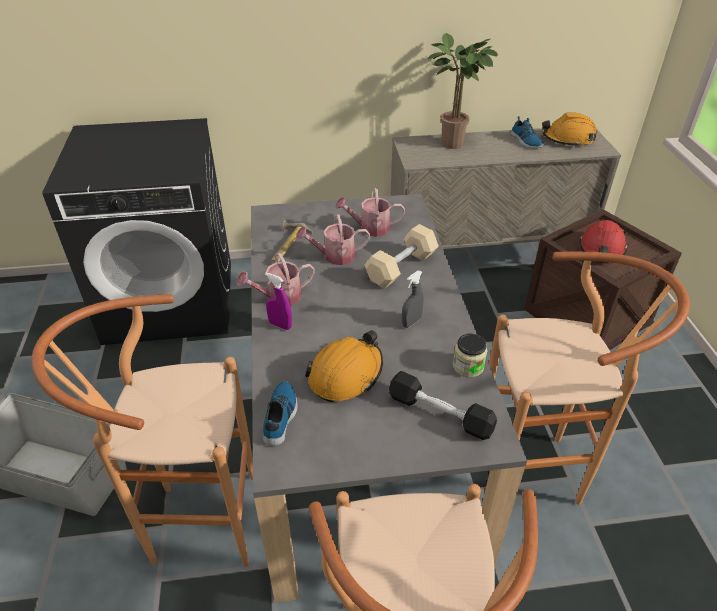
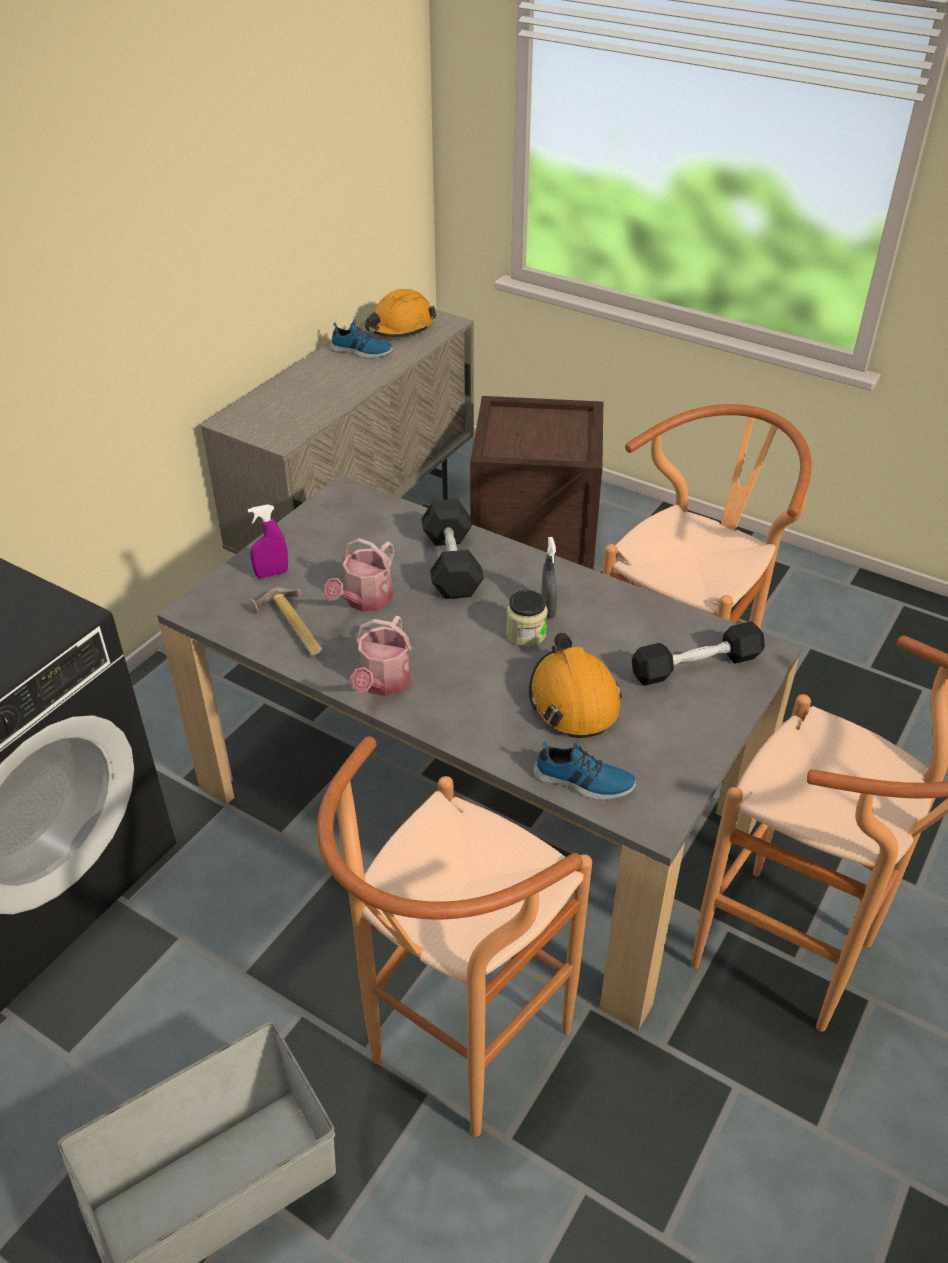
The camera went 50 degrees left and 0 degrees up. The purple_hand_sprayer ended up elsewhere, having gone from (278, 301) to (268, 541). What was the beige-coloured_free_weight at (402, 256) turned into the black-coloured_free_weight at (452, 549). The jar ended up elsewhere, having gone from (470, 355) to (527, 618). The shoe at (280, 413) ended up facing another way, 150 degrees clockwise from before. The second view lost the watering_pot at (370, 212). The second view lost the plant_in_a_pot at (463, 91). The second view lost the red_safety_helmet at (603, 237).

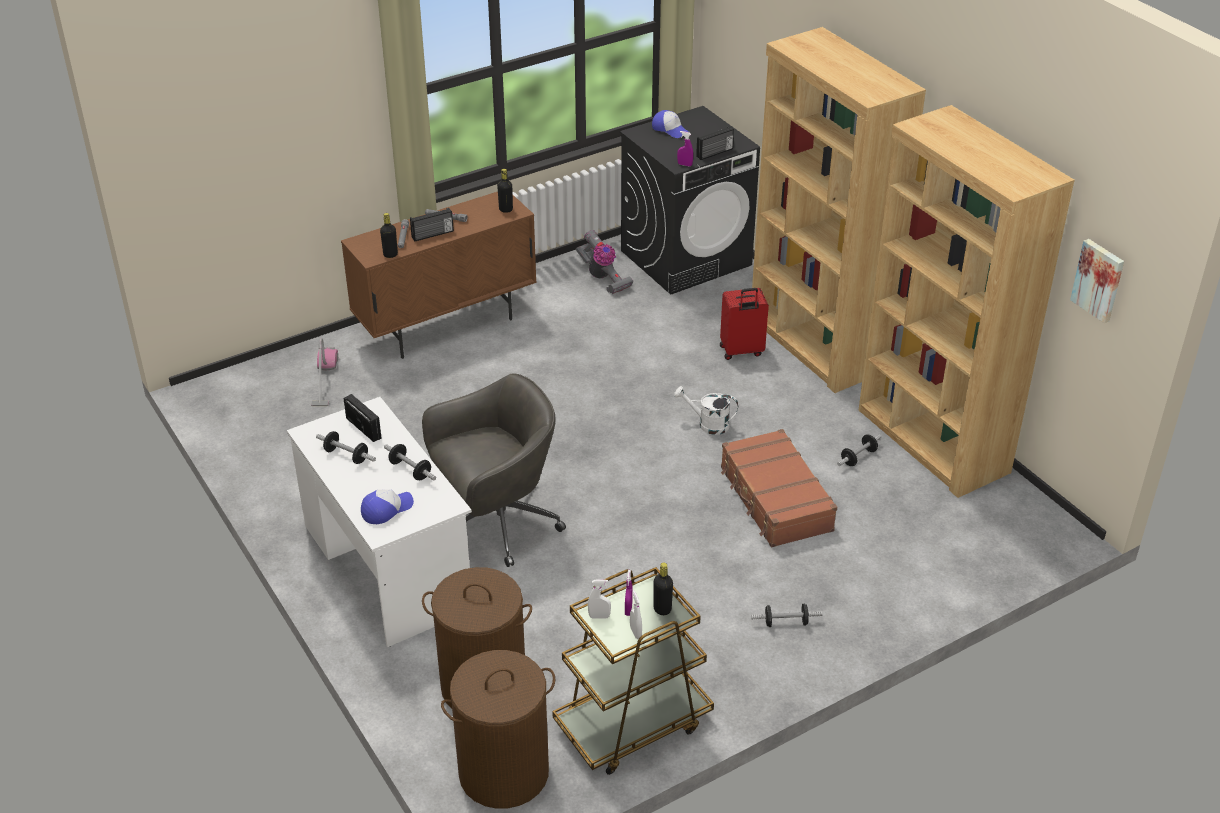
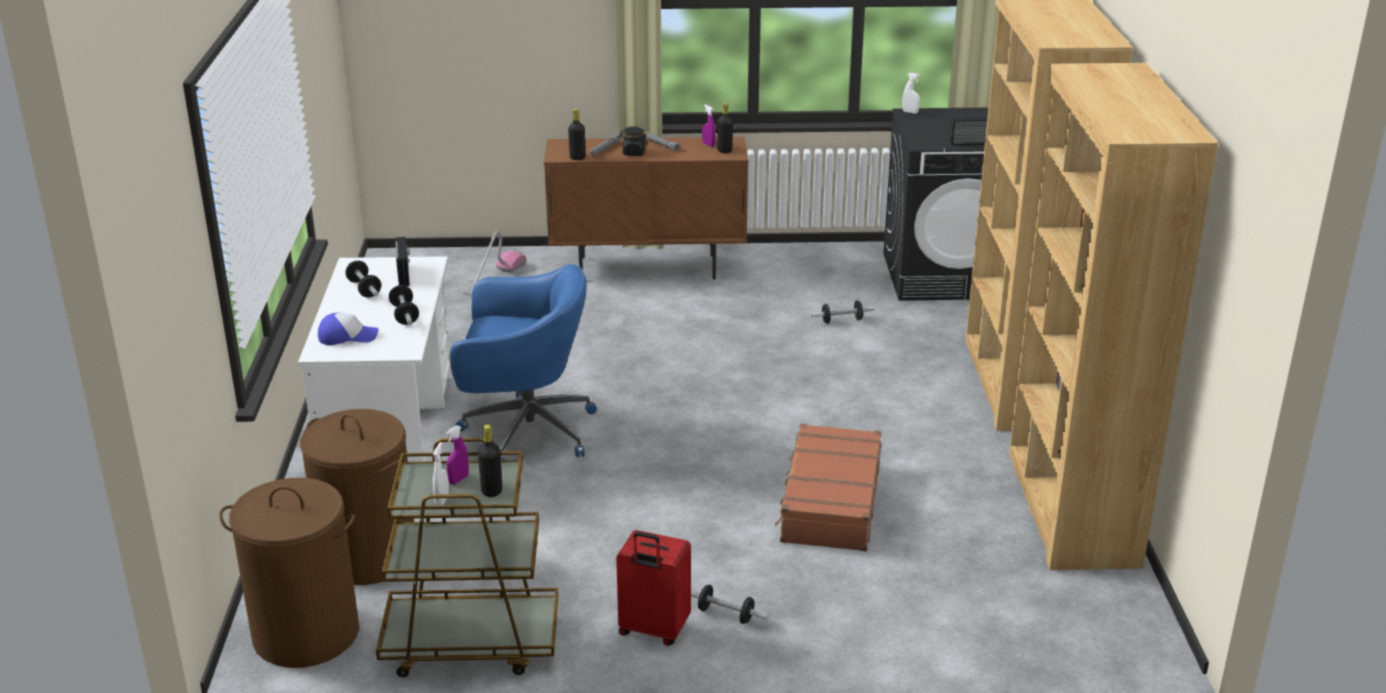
The camera went 30 degrees right and 10 degrees down. What was the grey_desk_chair at (494, 470) turned into the blue-coloured_desk_chair at (523, 362). The red_travel_case ended up elsewhere, having gone from (744, 324) to (653, 588). Where the radio_set stood at (432, 224), the black-coloured_jar came to stand at (633, 141). The purple_hand_sprayer ended up elsewhere, having gone from (685, 148) to (709, 126). The free_weight ended up elsewhere, having gone from (859, 450) to (842, 312). The whitish_hand_sprayer ended up elsewhere, having gone from (599, 599) to (911, 93). The second view lost the vacuum at (604, 262). The second view lost the peaked_cap at (670, 124). The second view lost the whitish_watering_pot at (706, 410). The second view lost the wall_picture at (1097, 281).

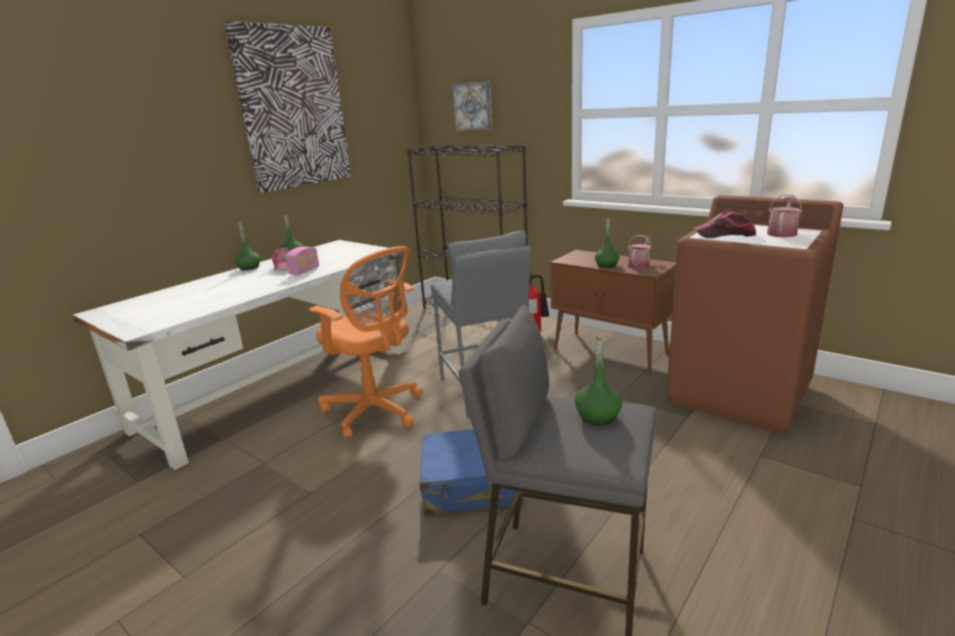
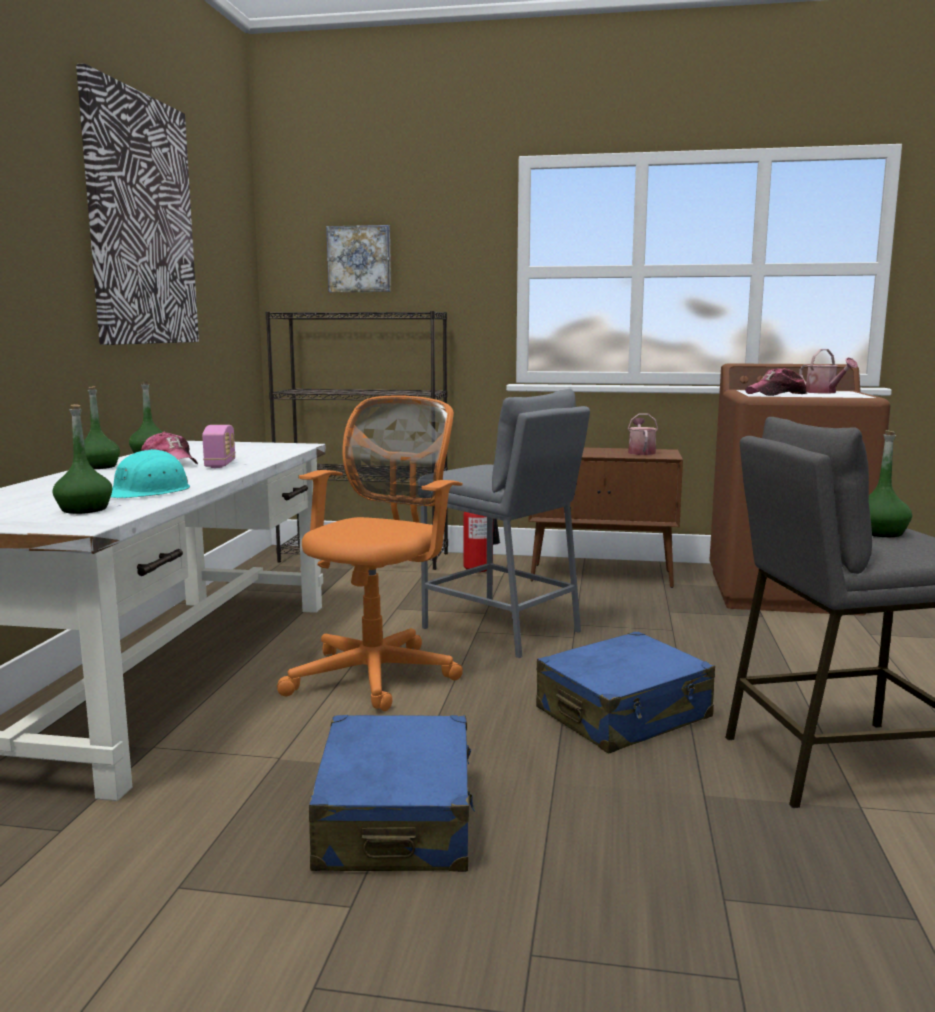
The camera went 30 degrees left and 10 degrees down. The green-coloured_beverage_bottle ended up elsewhere, having gone from (607, 243) to (82, 459). The second view gained the turquoise-coloured_safety_helmet at (150, 473). The orangey_desk_chair at (366, 342) ended up facing another way, 75 degrees counterclockwise from before. The second view gained the blue-coloured_travel_case at (392, 793). The watering_pot at (785, 216) ended up facing another way, 150 degrees clockwise from before.

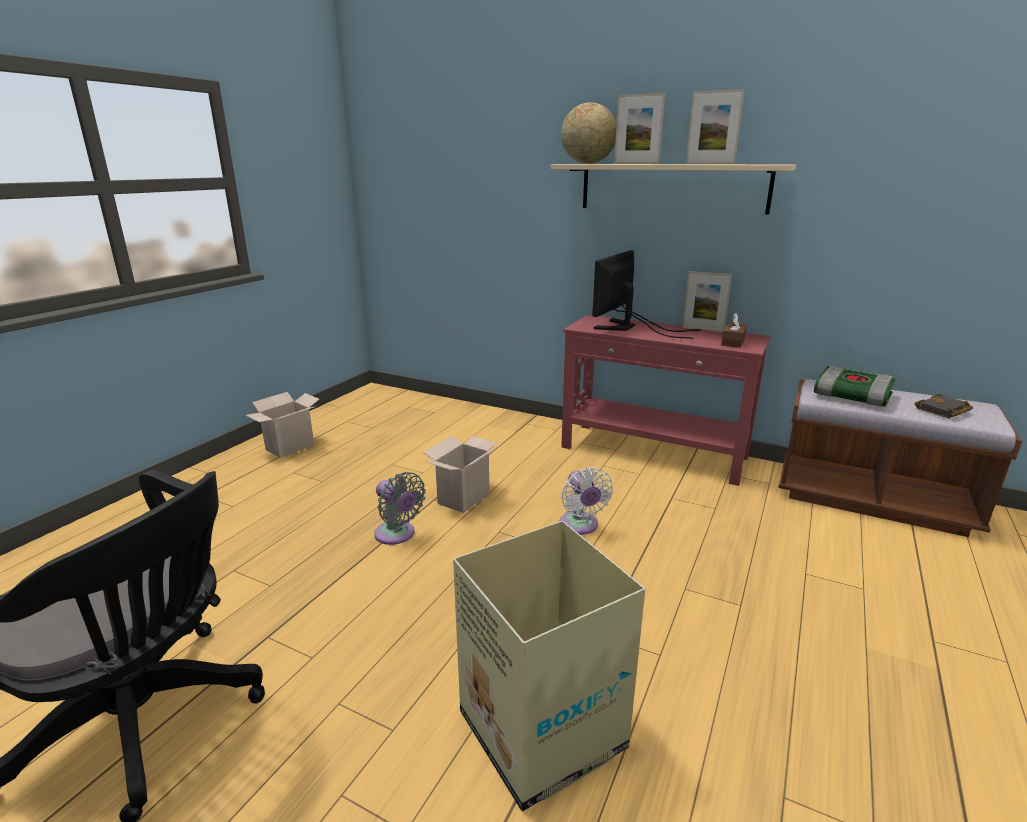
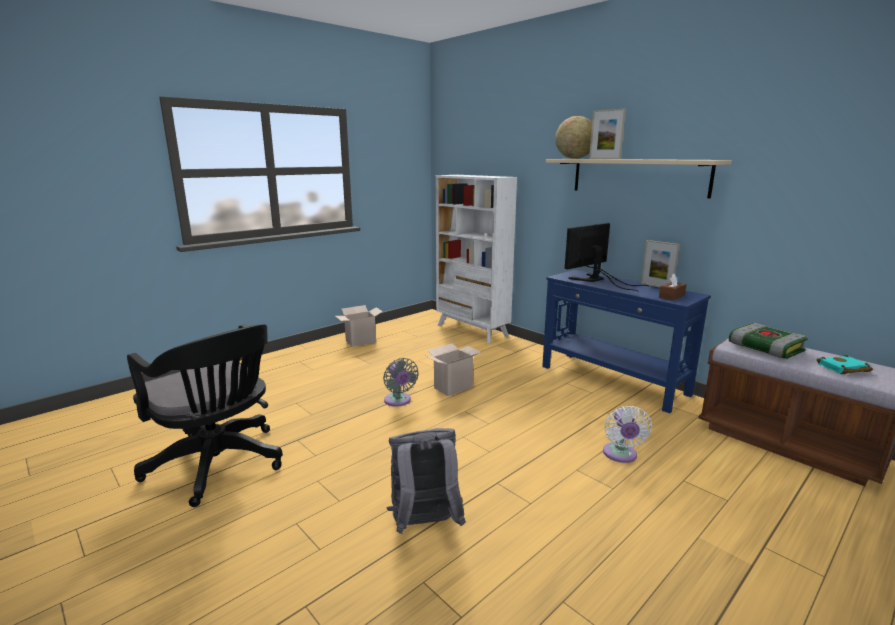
The camera went 20 degrees right and 5 degrees down. Where the cardboard_box stood at (549, 666), the grey_backpack came to stand at (426, 481). The second view gained the whitish_shelving_unit at (476, 259). What was the red_console_table at (665, 400) turned into the blue-coloured_console_table at (626, 341). The whitish_electric_fan ended up elsewhere, having gone from (586, 501) to (627, 434). What was the black-coloured_volume at (943, 406) turned into the turquoise-coloured_volume at (844, 364). The second view lost the picture_frame at (715, 126).

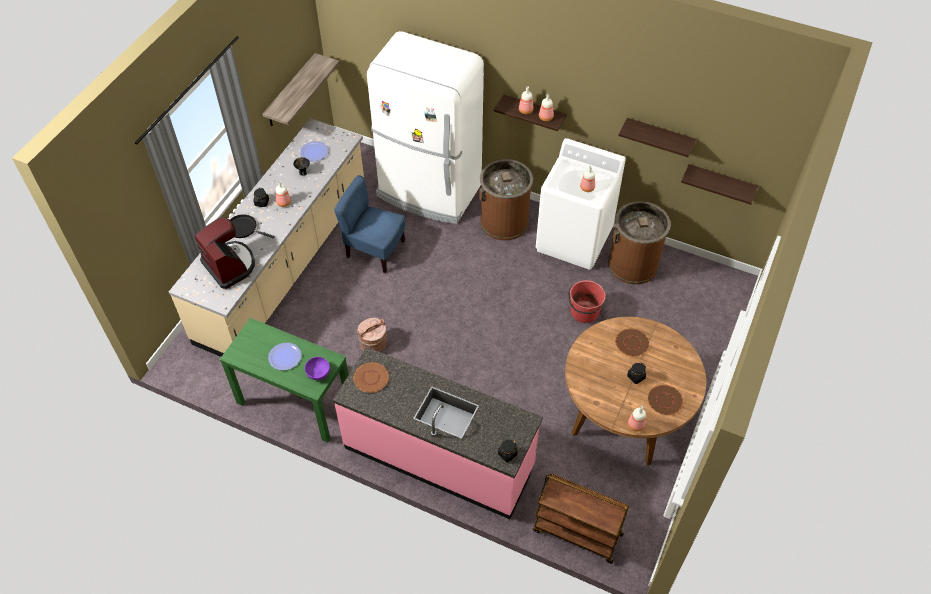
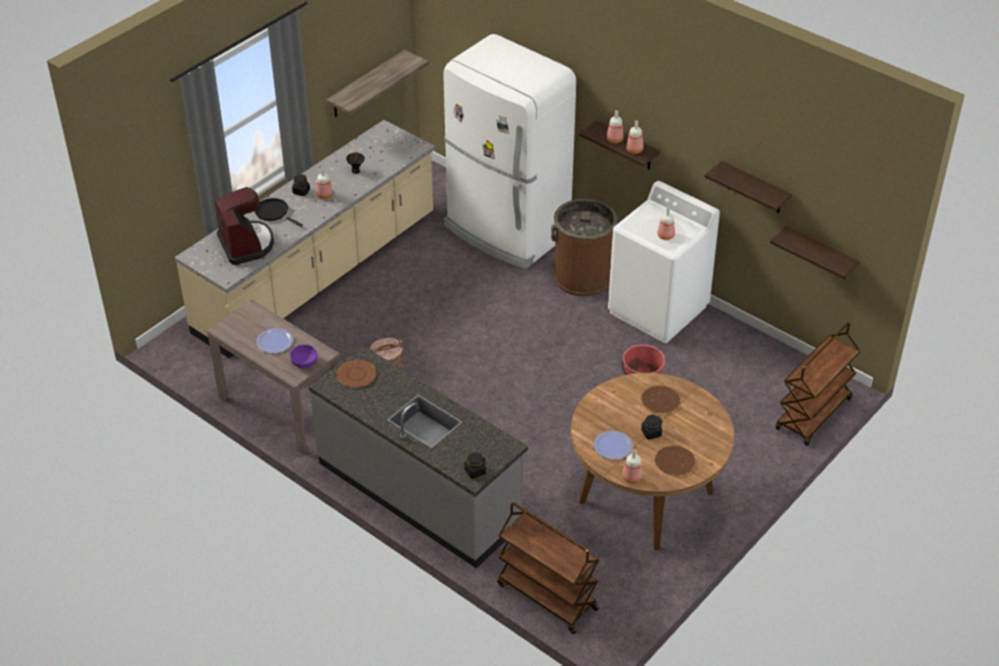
The camera went 15 degrees right and 10 degrees down. What was the green-coloured_console_table at (284, 380) turned into the brown_console_table at (273, 376). What was the pink-coloured_counter at (438, 433) turned into the grey_counter at (418, 456). The plate ended up elsewhere, having gone from (314, 151) to (613, 445). The second view gained the brown_cart at (818, 384). The second view lost the blue-coloured_chair at (369, 224). The second view lost the brown_trash_can at (639, 242).

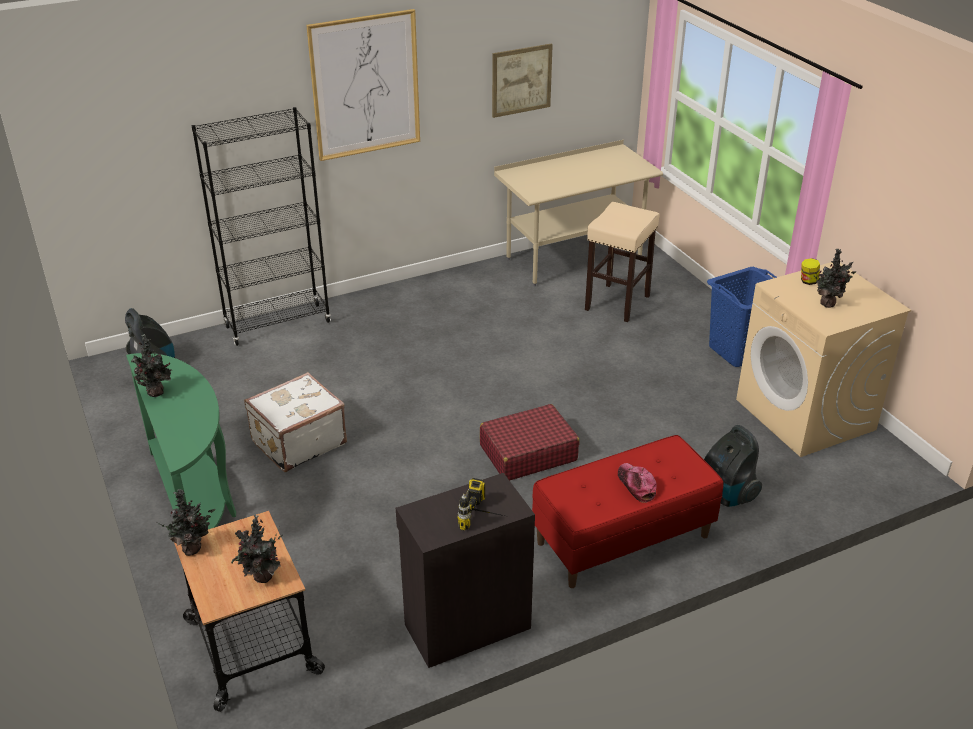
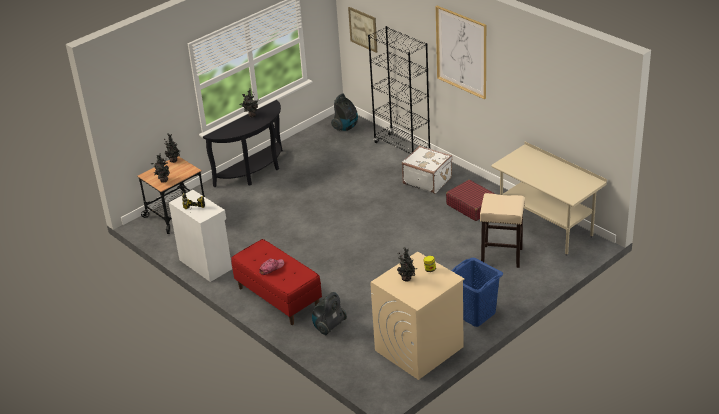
The camera went 75 degrees right and 0 degrees up. What was the black-coloured_storage_cabinet at (465, 570) turned into the whitish_storage_cabinet at (200, 236). What was the green-coloured_console_table at (181, 441) turned into the black-coloured_console_table at (243, 143). The wall_picture ended up elsewhere, having gone from (522, 81) to (362, 30). The whitish_travel_case ended up elsewhere, having gone from (295, 422) to (427, 170). The red_travel_case ended up elsewhere, having gone from (530, 442) to (470, 200).

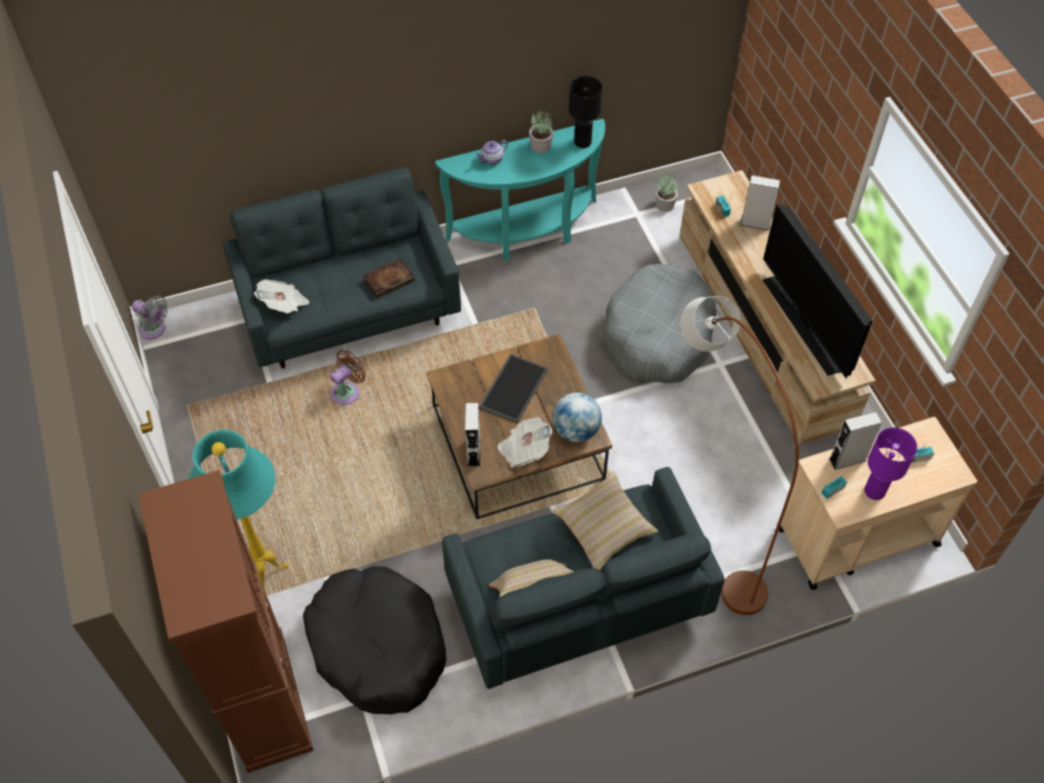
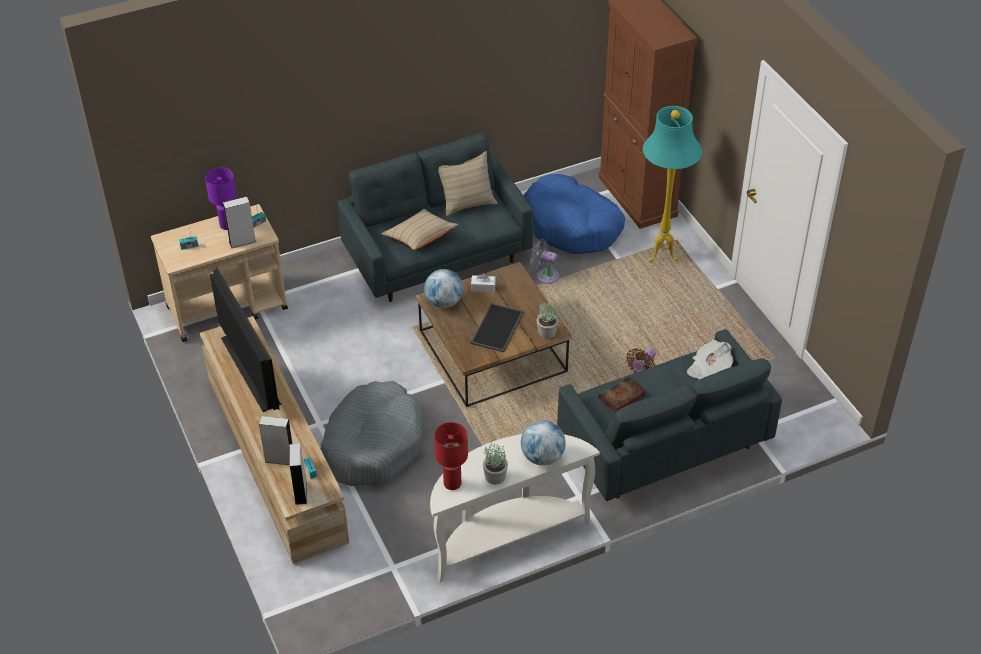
The camera went 175 degrees right and 10 degrees down. The grey_speaker ended up elsewhere, having gone from (472, 435) to (298, 474). What was the turquoise-coloured_console_table at (520, 189) turned into the whitish_console_table at (515, 508). What was the black-coloured_lamp_for_a_table at (585, 112) turned into the red_lamp_for_a_table at (451, 456). Where the printed_paper stood at (525, 442), the whitish_tissue_box came to stand at (483, 283). Where the teapot stood at (492, 152), the desk_globe came to stand at (543, 442). What was the black-coloured_dog_bed at (374, 640) turned into the blue-coloured_dog_bed at (574, 214). The grey_electric_fan ended up elsewhere, having gone from (150, 318) to (544, 261). The plant_in_a_pot ended up elsewhere, having gone from (666, 192) to (548, 320). The second view lost the brown_standing_lamp at (739, 455).

